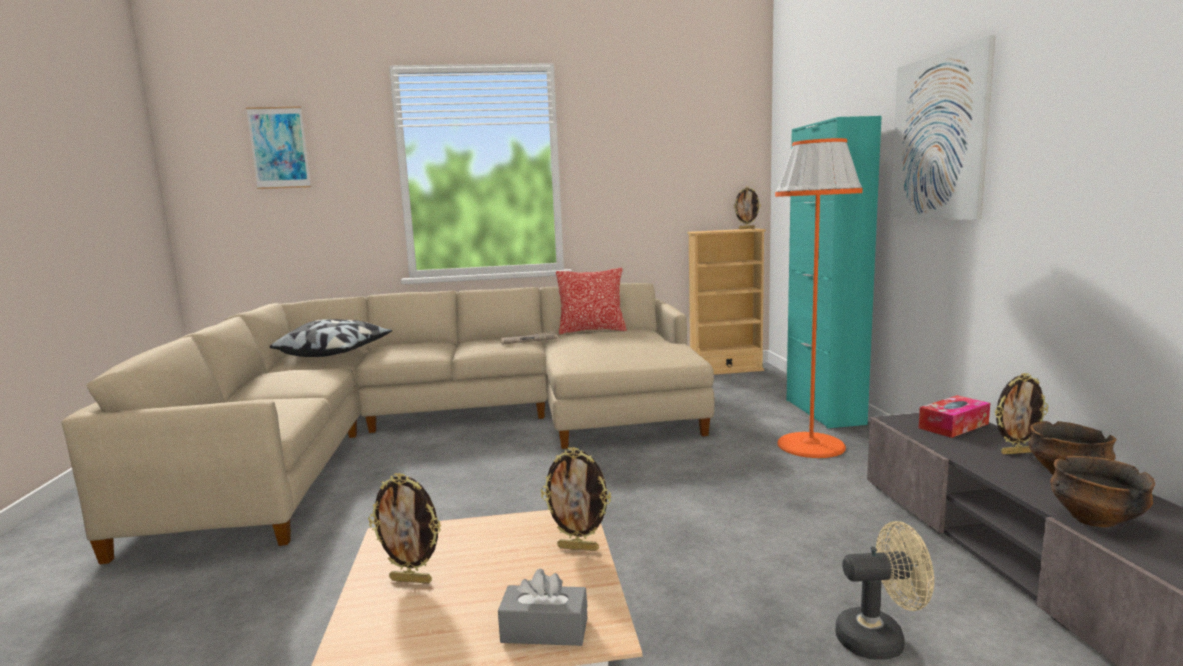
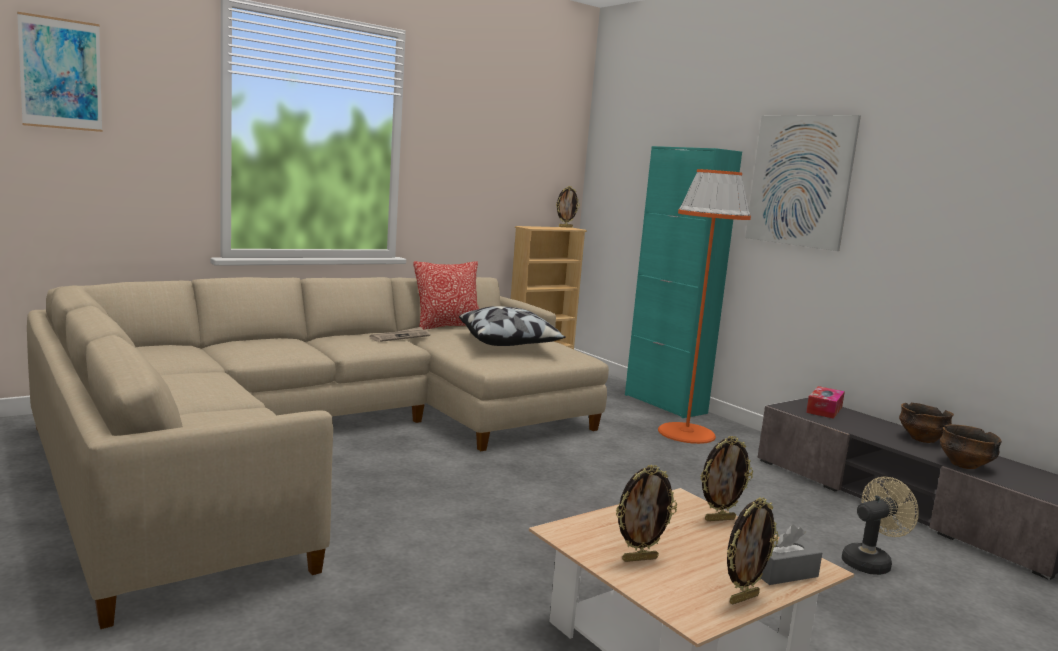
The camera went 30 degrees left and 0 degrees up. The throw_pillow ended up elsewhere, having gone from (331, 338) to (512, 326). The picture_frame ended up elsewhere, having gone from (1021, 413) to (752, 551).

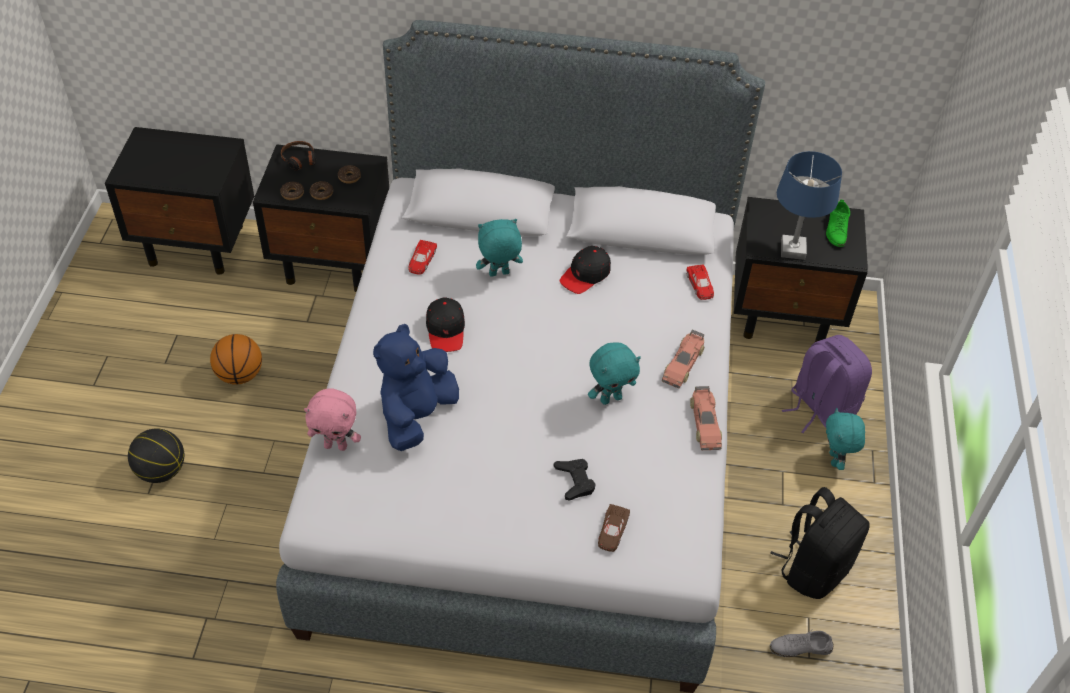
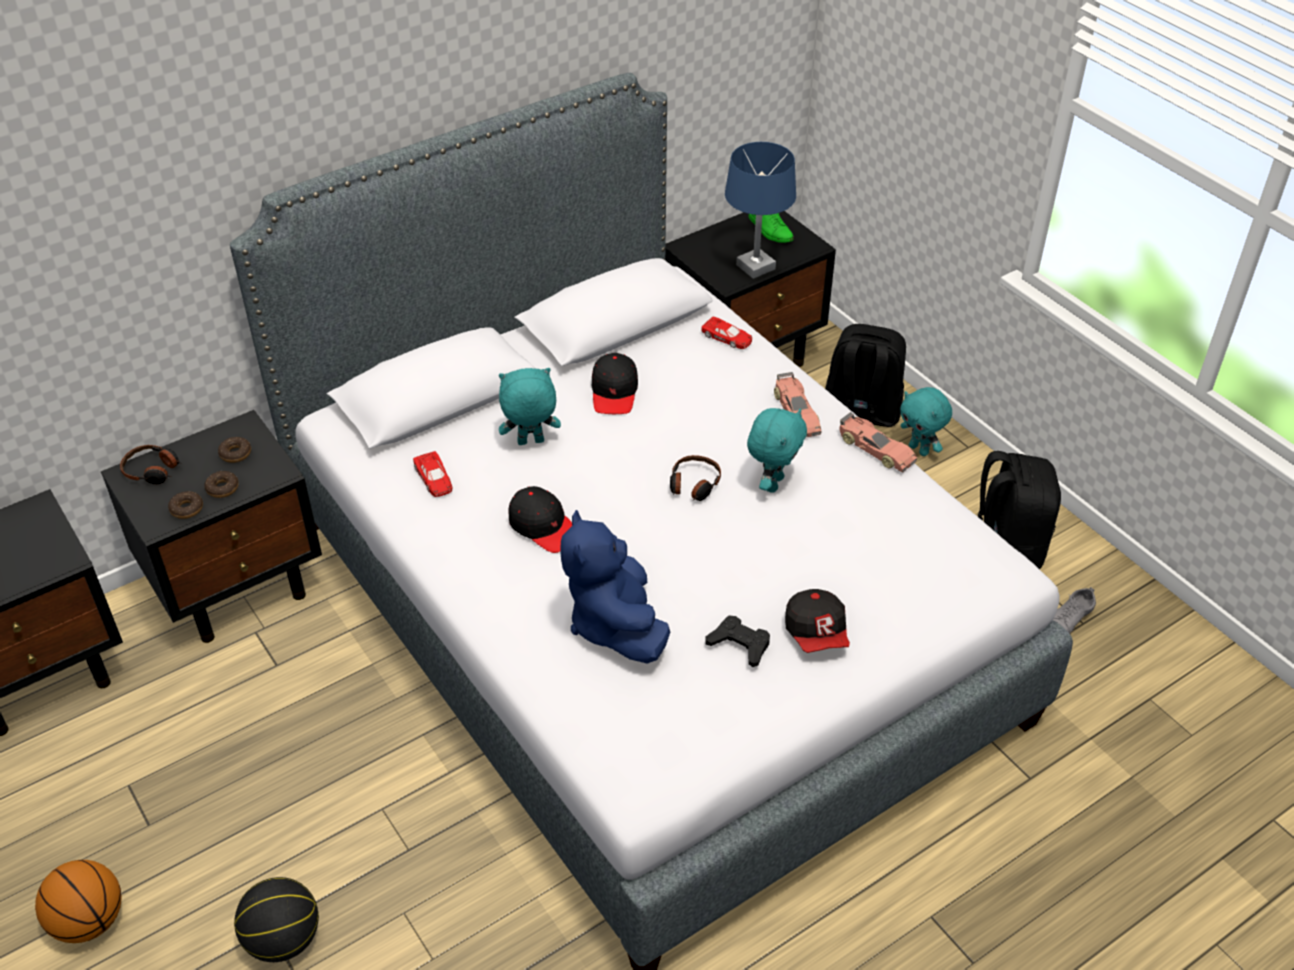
The camera went 40 degrees left and 5 degrees down. The ball_for_basketball ended up elsewhere, having gone from (236, 359) to (78, 901). The turquoise-coloured_plush_toy at (499, 248) ended up facing another way, 45 degrees clockwise from before. The second view gained the pair_of_headphones at (695, 478). The black-coloured_joypad ended up elsewhere, having gone from (574, 480) to (737, 641). The second view gained the peaked_cap at (817, 621). What was the purple_backpack at (827, 384) turned into the black-coloured_backpack at (865, 375). The second view lost the pink-coloured_plush_toy at (332, 419). The second view lost the brown_miniature_car at (614, 528).

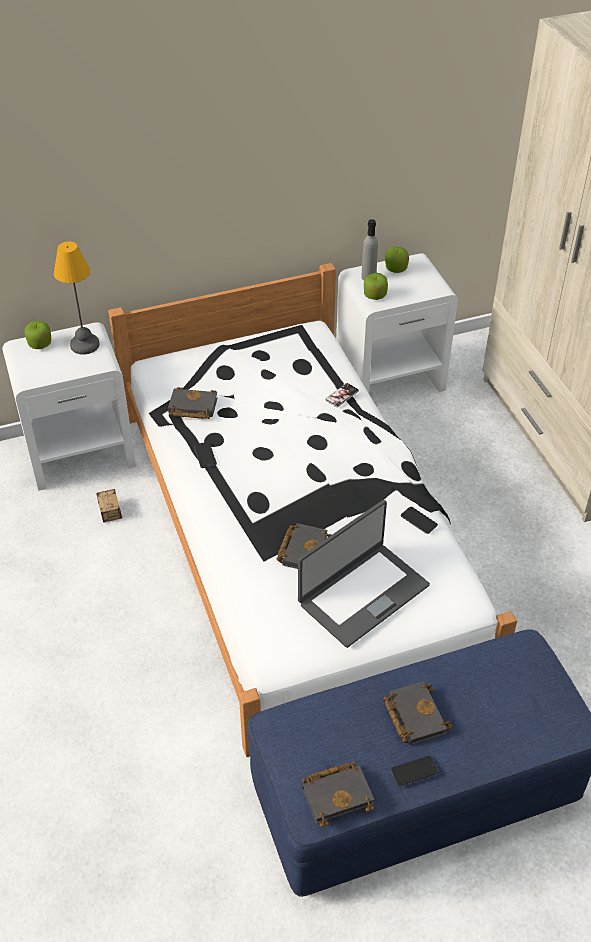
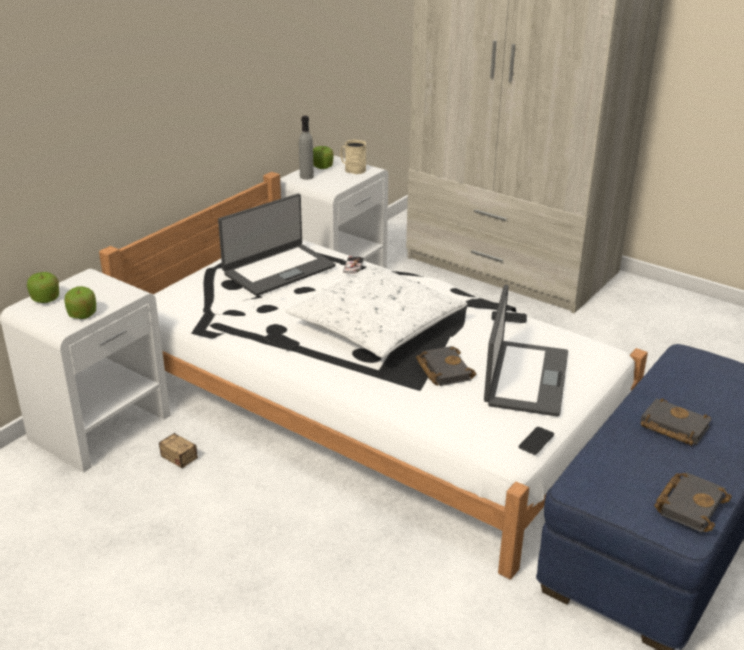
The camera went 35 degrees left and 15 degrees down. The apple_fruit ended up elsewhere, having gone from (376, 286) to (80, 302). The second view gained the portable_computer at (277, 245). The second view gained the whitish_throw_pillow at (377, 311). The second view gained the beige-coloured_coffee_mug at (353, 157). The handset ended up elsewhere, having gone from (414, 771) to (536, 441). The second view lost the lamp_for_a_table at (77, 298). The second view lost the black-coloured_volume at (193, 403).

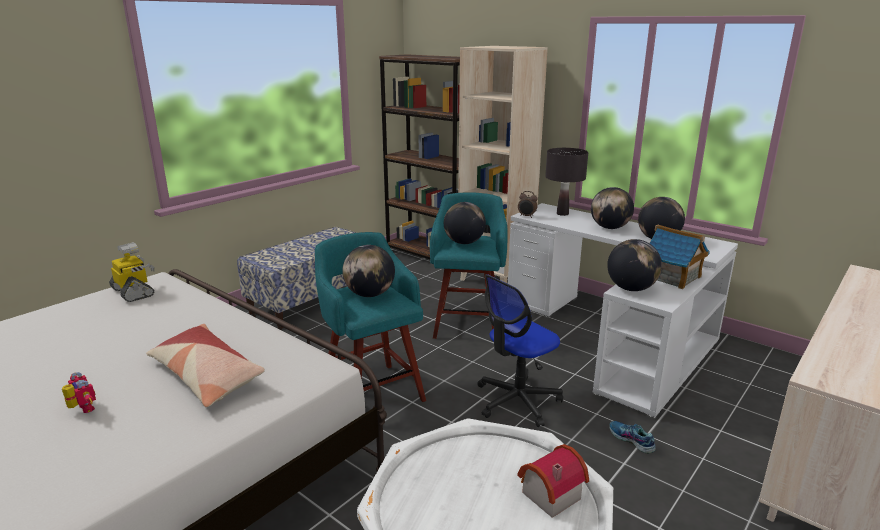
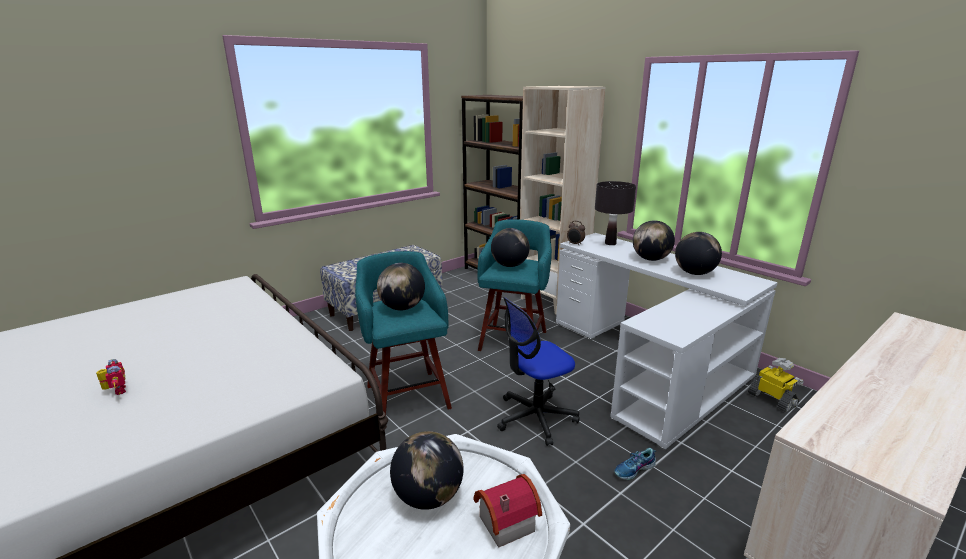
The camera went 10 degrees right and 0 degrees up. The desk_globe ended up elsewhere, having gone from (634, 265) to (427, 470). The shoe at (632, 437) ended up facing another way, 90 degrees counterclockwise from before. The model_robot ended up elsewhere, having gone from (132, 272) to (776, 385). The second view lost the throw_pillow at (205, 365). The second view lost the model_house at (680, 257).

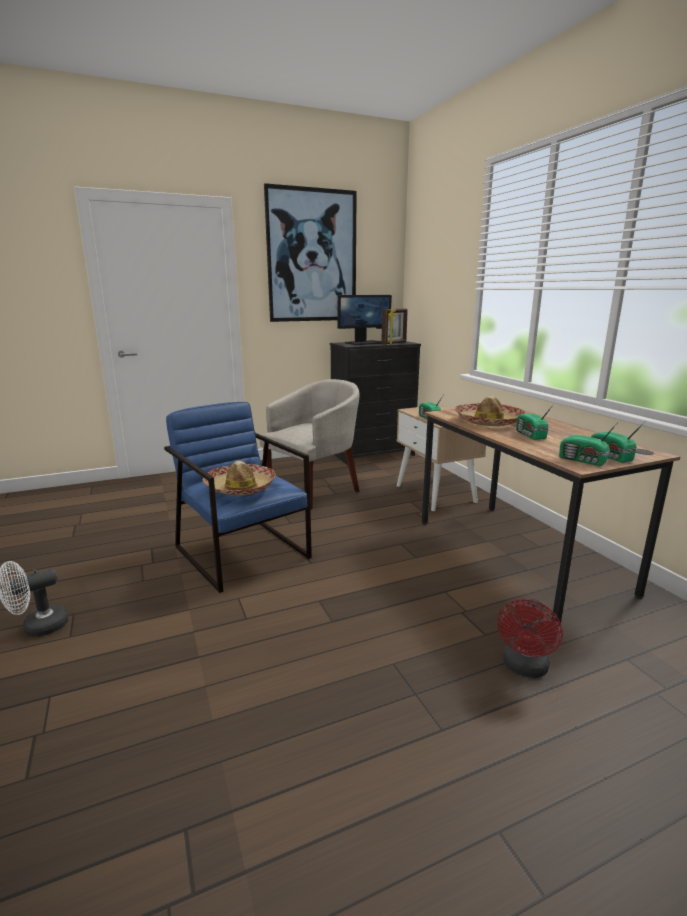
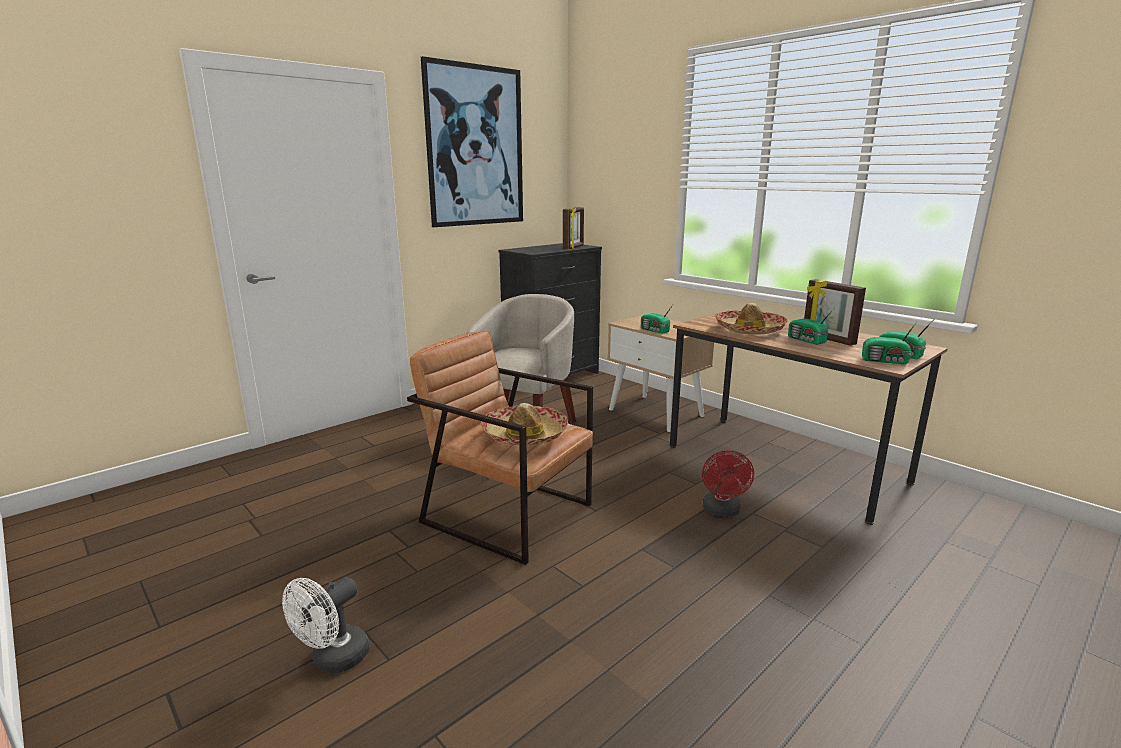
The camera went 20 degrees left and 0 degrees up. What was the blue-coloured_easy_chair at (238, 497) turned into the brown_easy_chair at (500, 448). The red_electric_fan ended up elsewhere, having gone from (530, 638) to (728, 483). The second view gained the picture_frame at (835, 312). The second view lost the computer_screen at (364, 320).

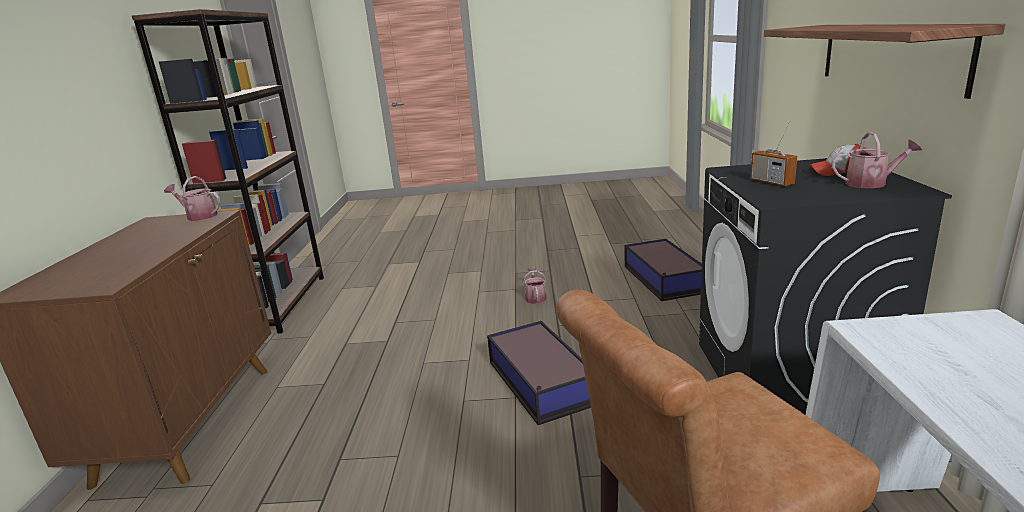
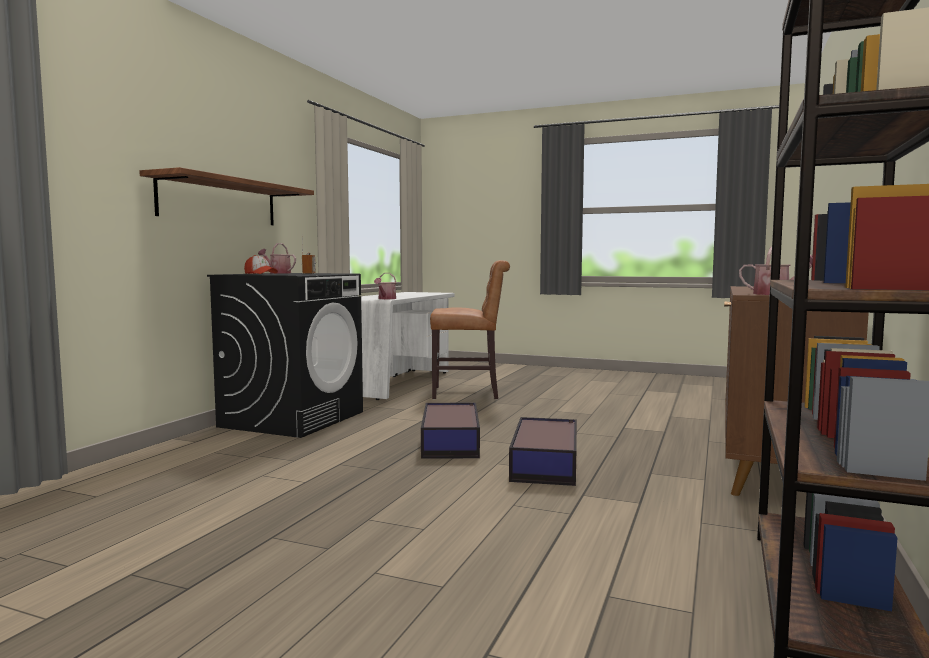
The camera went 160 degrees left and 15 degrees down. The watering_pot ended up elsewhere, having gone from (535, 286) to (385, 286). The storage_container ended up elsewhere, having gone from (663, 270) to (543, 451).

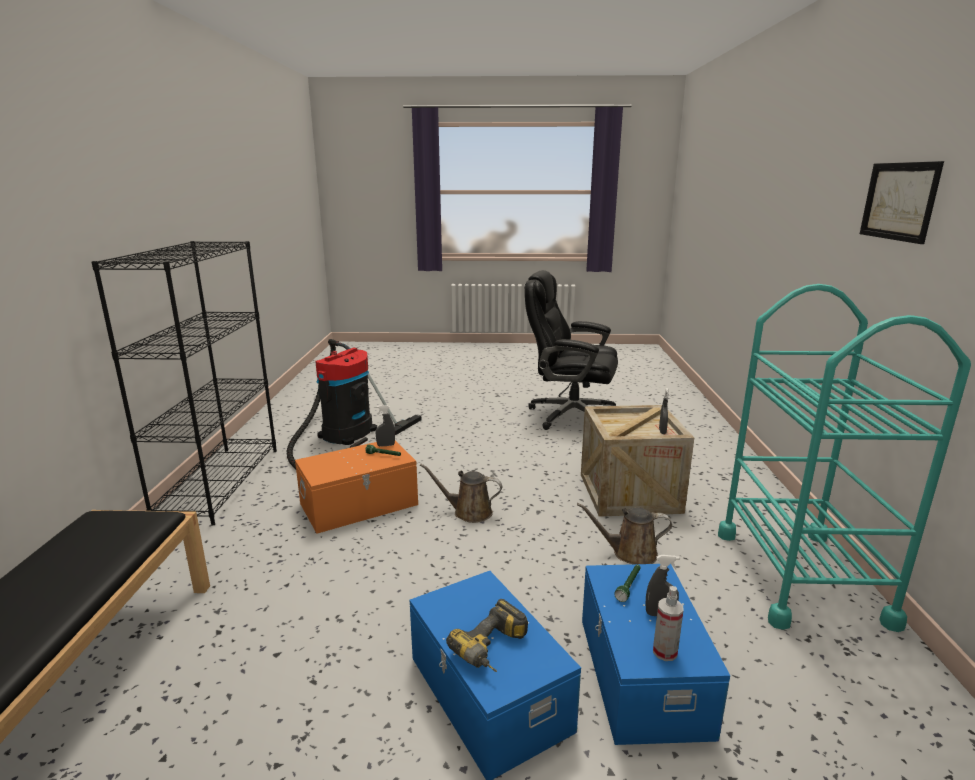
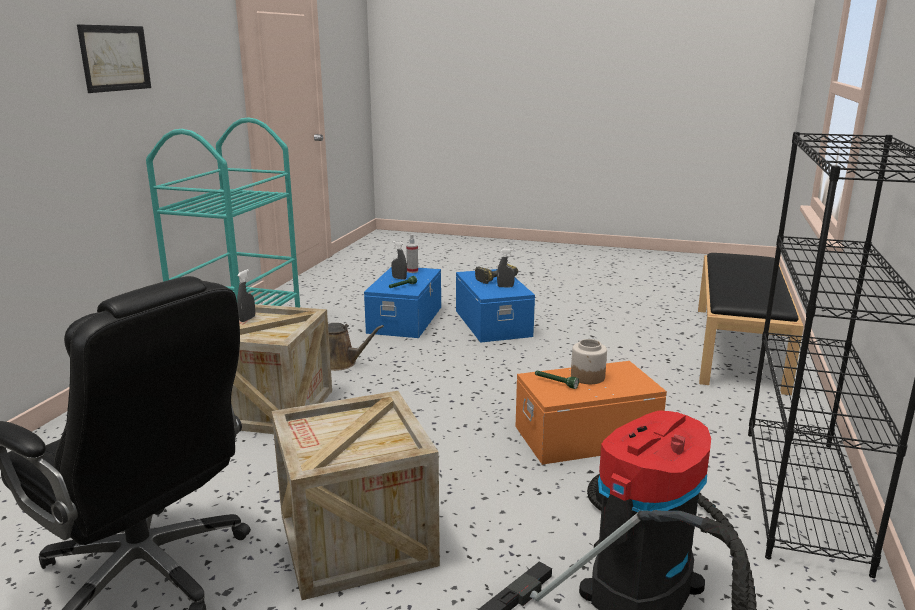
The camera went 165 degrees left and 0 degrees up. The second view gained the crate at (356, 495). The grey_hand_sprayer ended up elsewhere, having gone from (385, 425) to (506, 267). The second view gained the jar at (589, 361). The second view lost the brown_watering_pot at (461, 493).

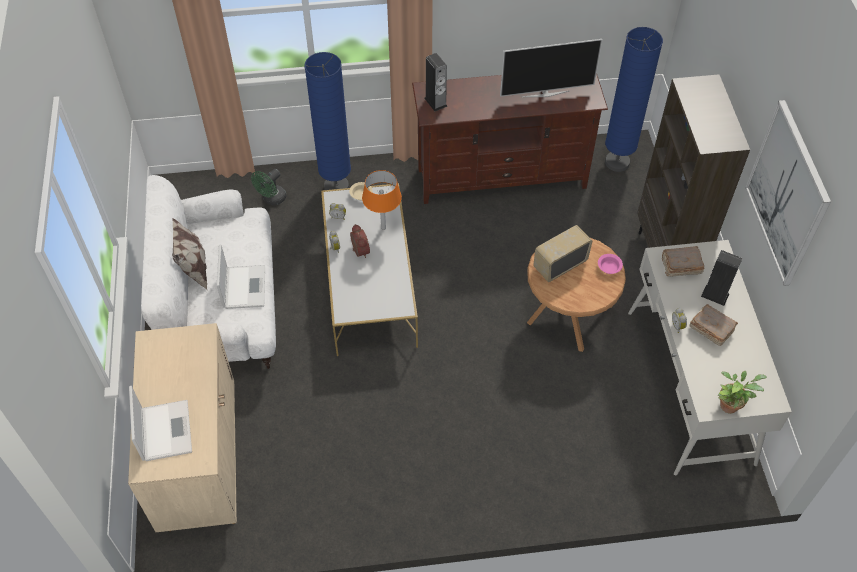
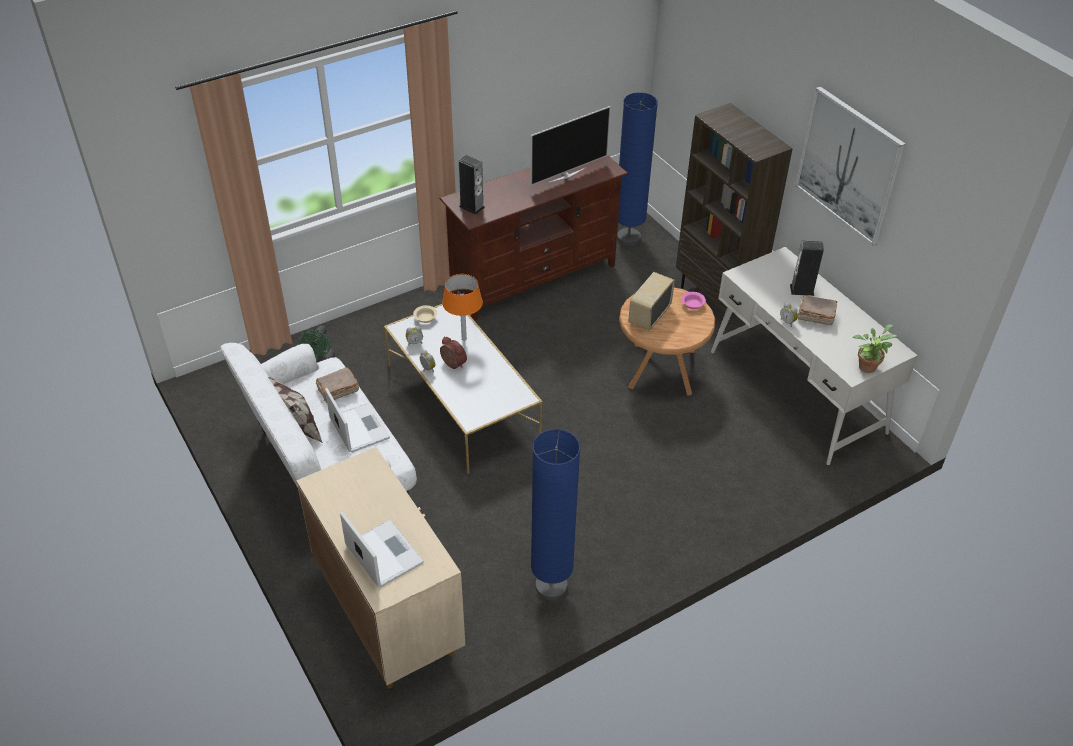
The camera went 25 degrees left and 10 degrees down. The brown_volume ended up elsewhere, having gone from (683, 261) to (337, 385). The blue-coloured_standing_lamp ended up elsewhere, having gone from (327, 121) to (555, 514).

